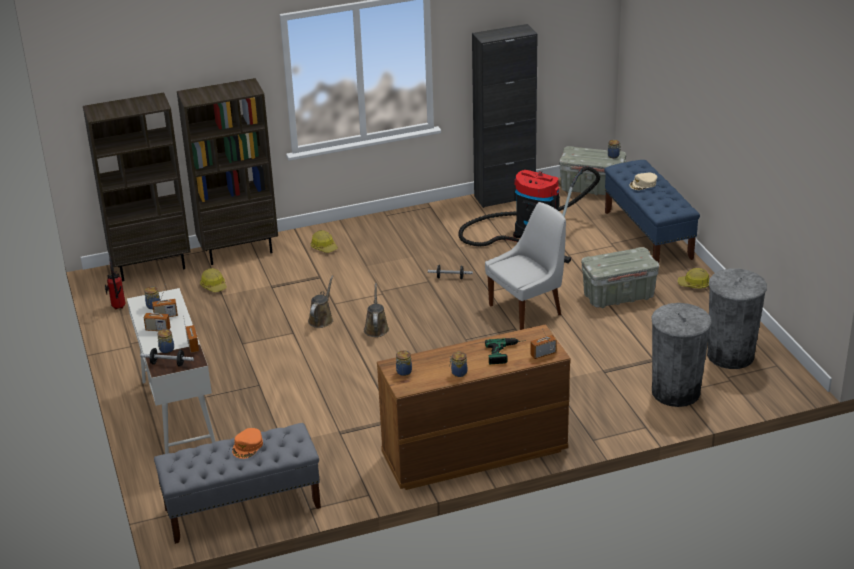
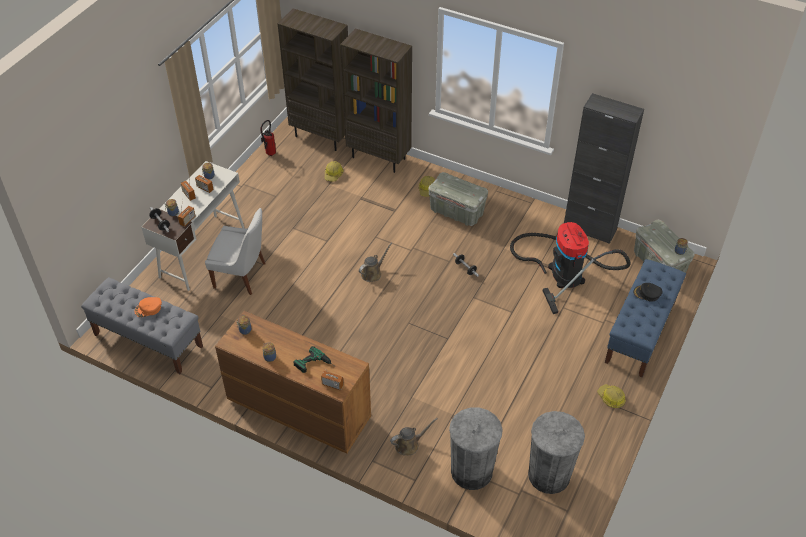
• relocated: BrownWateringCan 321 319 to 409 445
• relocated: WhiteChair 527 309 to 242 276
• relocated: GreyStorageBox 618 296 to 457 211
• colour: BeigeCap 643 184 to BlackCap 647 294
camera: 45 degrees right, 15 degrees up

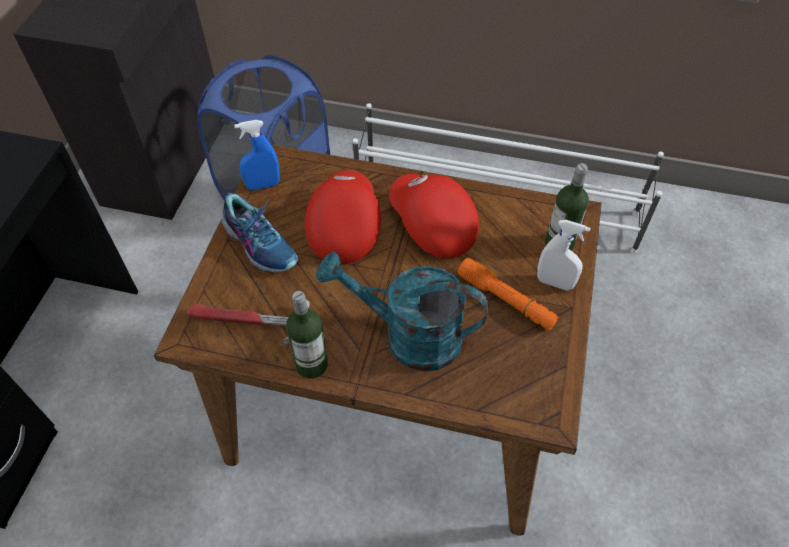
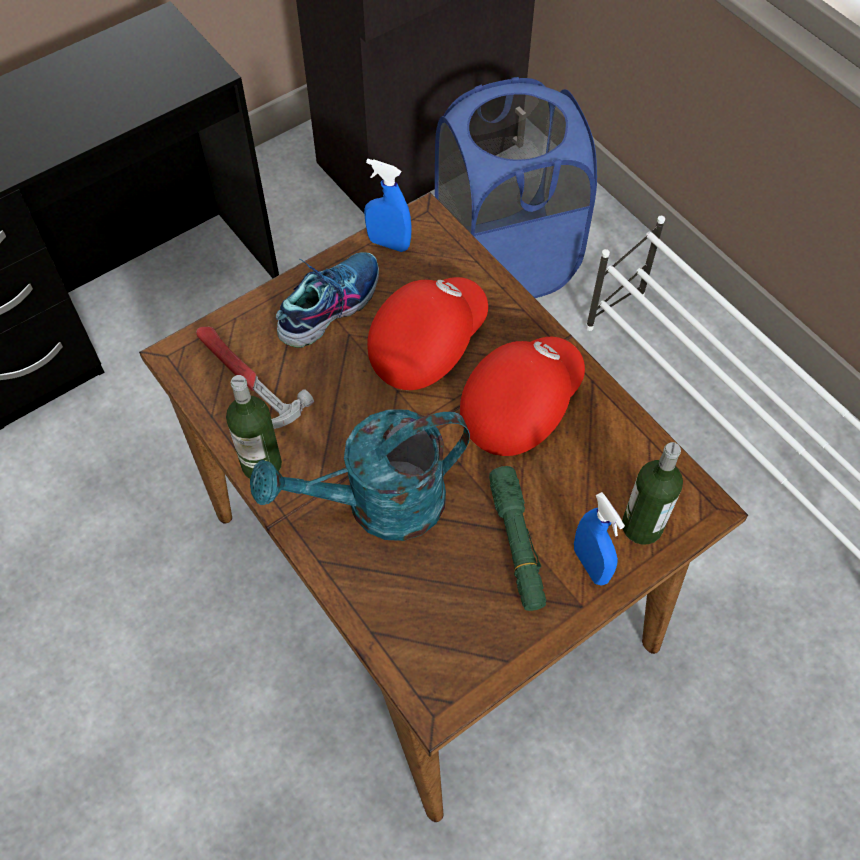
• colour: OrangeFlashlight 506 300 to GreenFlashlight 517 543
• colour: WhiteSprayBottle 554 282 to BlueSprayBottle 590 565
• spun: Shoe 260 243 = 329 305 135 degrees counterclockwise
• spun: TurquoiseWateringCan 408 336 = 378 506 75 degrees counterclockwise
• spun: RedCap 431 225 = 519 405 45 degrees clockwise
camera: 40 degrees right, 5 degrees up

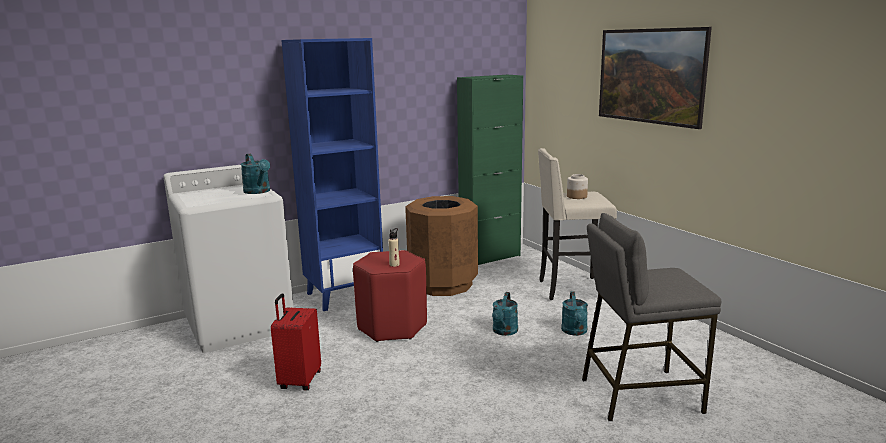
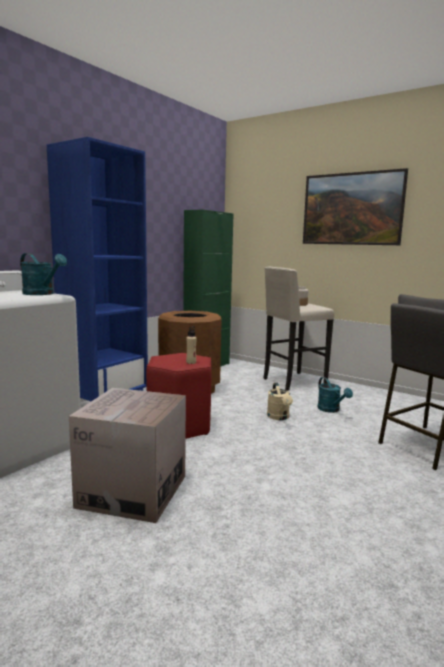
• exchanged: RedSuitcase 299 381 to CardboardBox 132 491
• colour: TurquoiseWateringCan 504 332 to BeigeWateringCan 279 417
camera: 25 degrees left, 5 degrees down

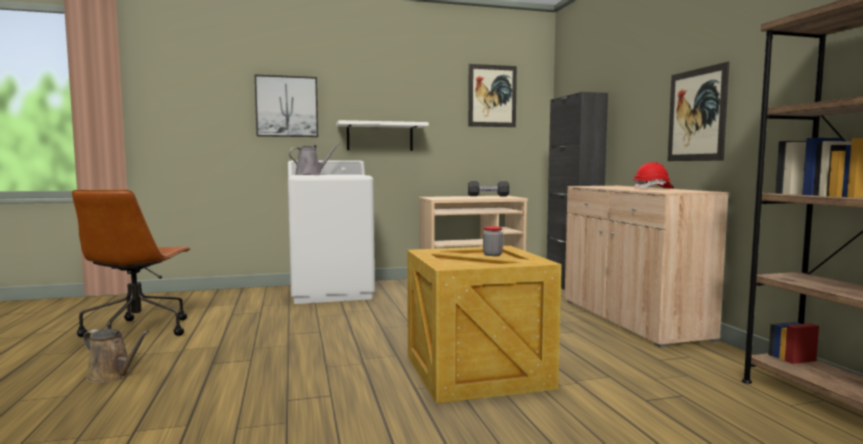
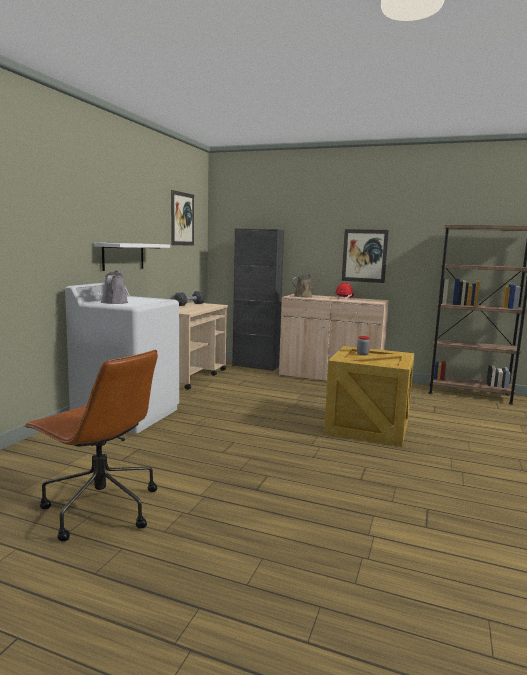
• missing: Picture 287 106
• relocated: BrownWateringCan 113 375 to 304 296
camera: 55 degrees left, 5 degrees up

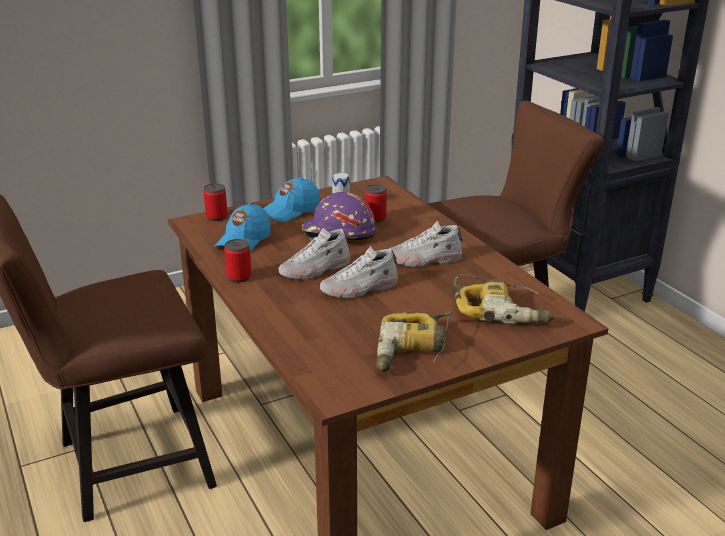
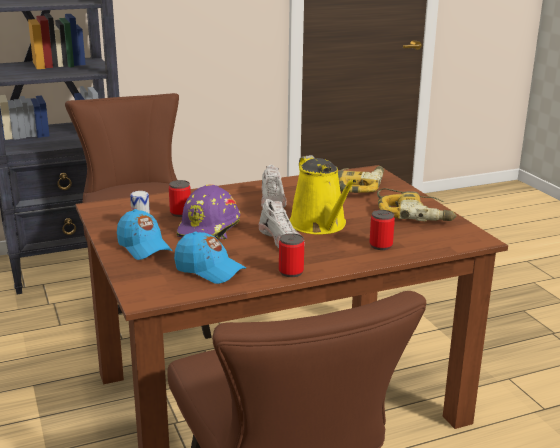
• relocated: Can 216 217 to 380 245
• exchanged: WhiteShoe 359 289 to YellowWateringCan 320 225
camera: 85 degrees left, 5 degrees down

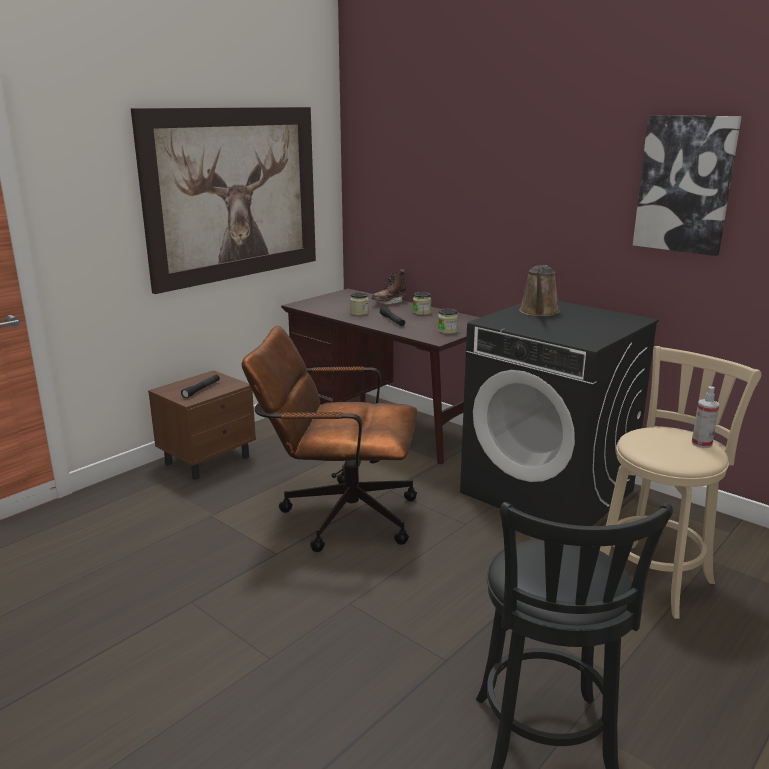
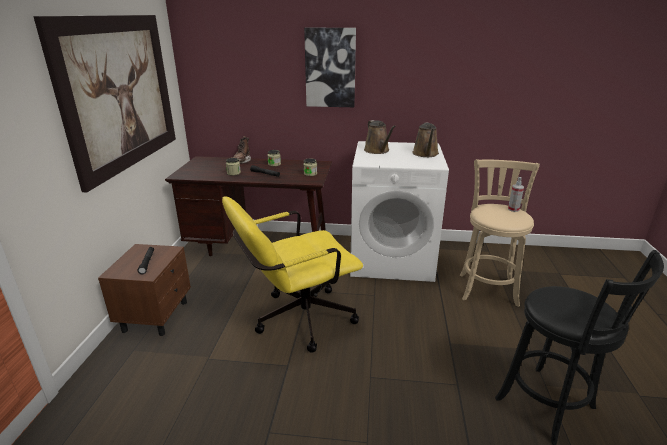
• appeared: BrownWateringCan 425 154
• relocated: Picture 685 184 to 330 68
• colour: BrownOfficeChair 338 515 to YellowOfficeChair 296 320
• colour: BlackWashingMachine 548 491 to WhiteWashingMachine 392 259
camera: 35 degrees left, 5 degrees up

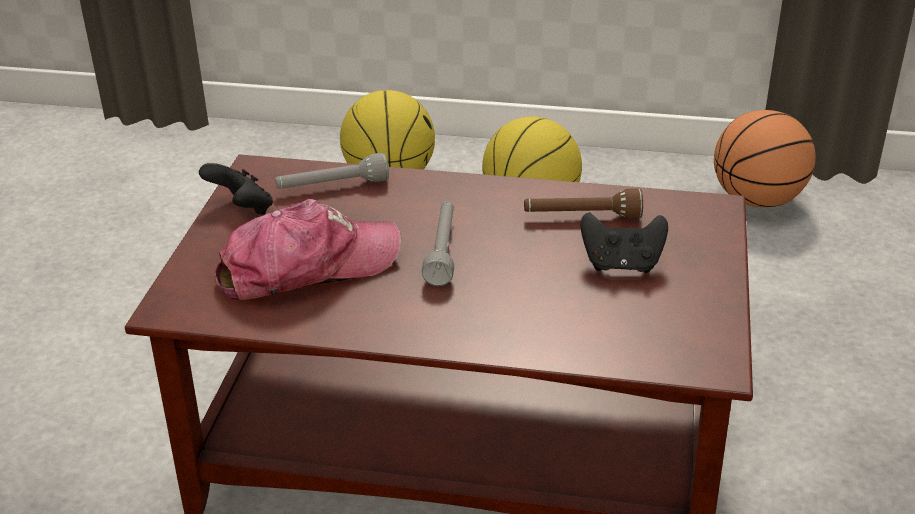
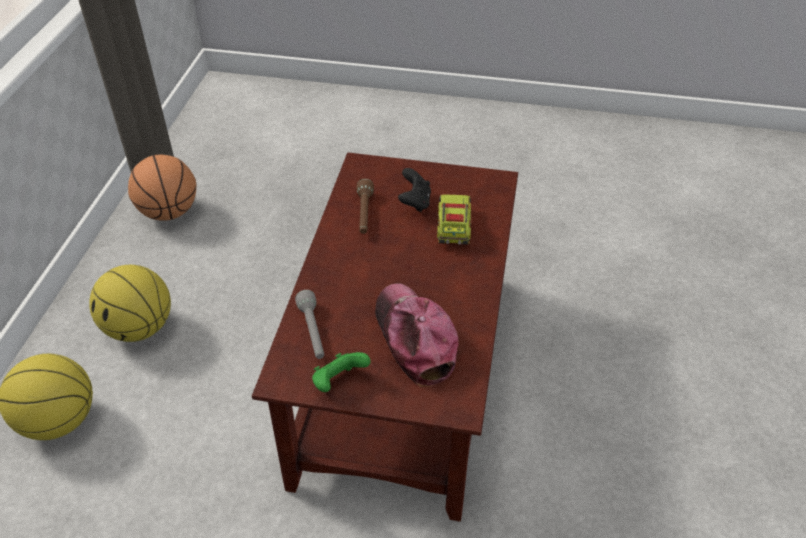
• missing: GreyFlashlight 442 250
• appeared: ToyTruck 453 227
• colour: BlackGameController 242 209 to GreenGameController 339 382
camera: 90 degrees left, 10 degrees up

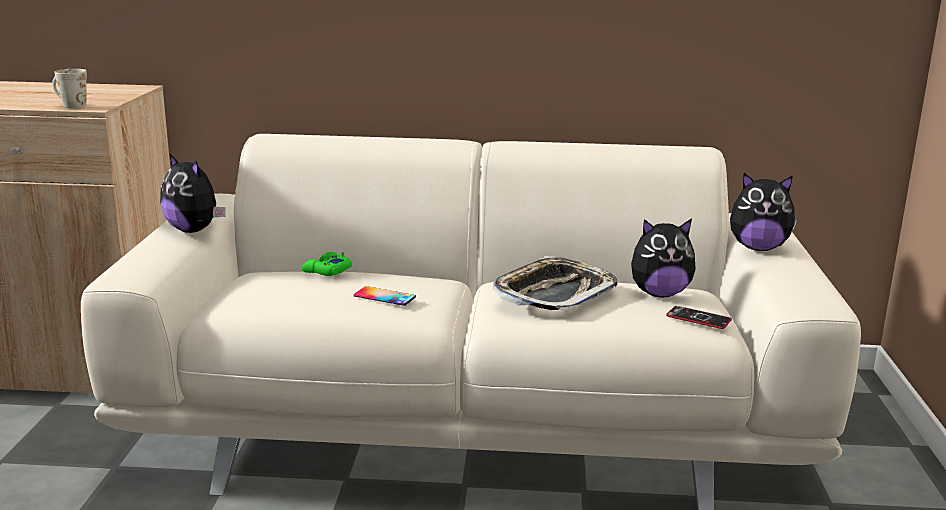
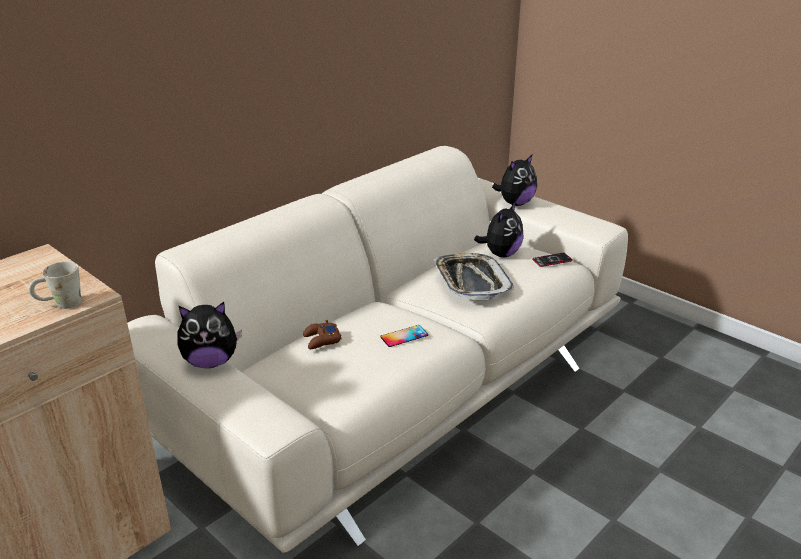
• colour: GreenGameController 326 271 to BrownGameController 321 340
camera: 50 degrees left, 10 degrees up

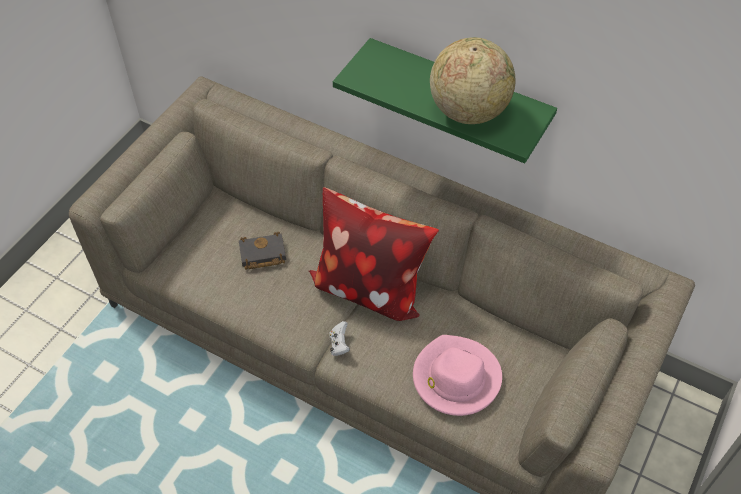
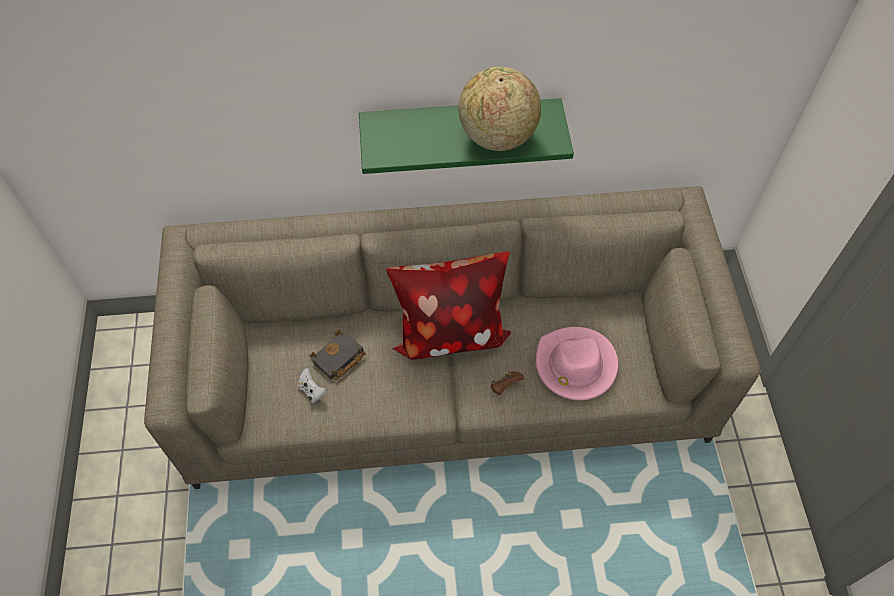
• appeared: BrownGameController 505 386
• relocated: WhiteGameController 339 345 to 312 390
camera: 35 degrees left, 5 degrees up

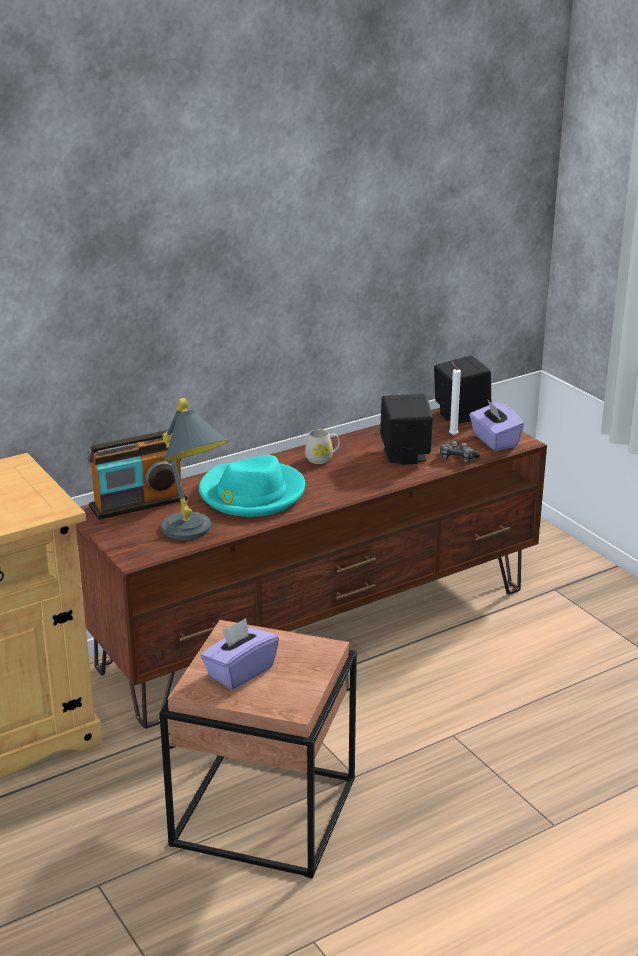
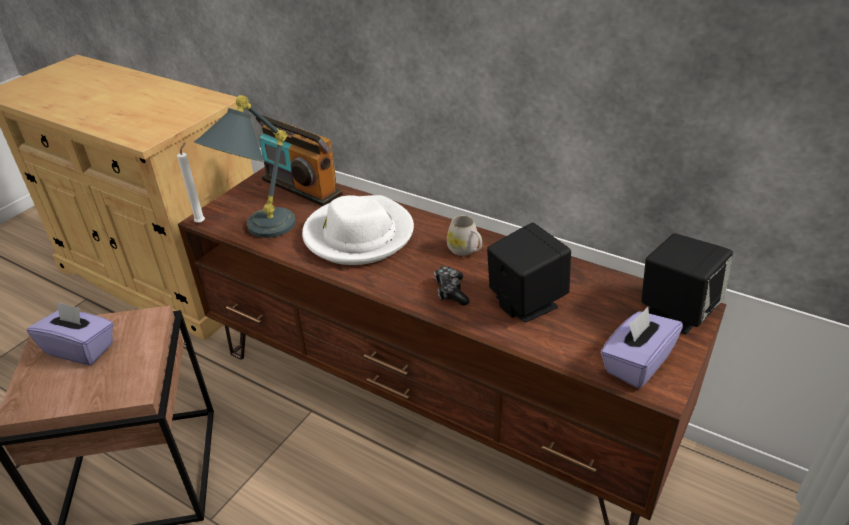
• relocated: GameController 457 458 to 451 291
• relocated: WhiteCandle 452 434 to 201 222
• colour: TurquoiseHat 251 493 to WhiteHat 358 234
camera: 65 degrees right, 10 degrees up

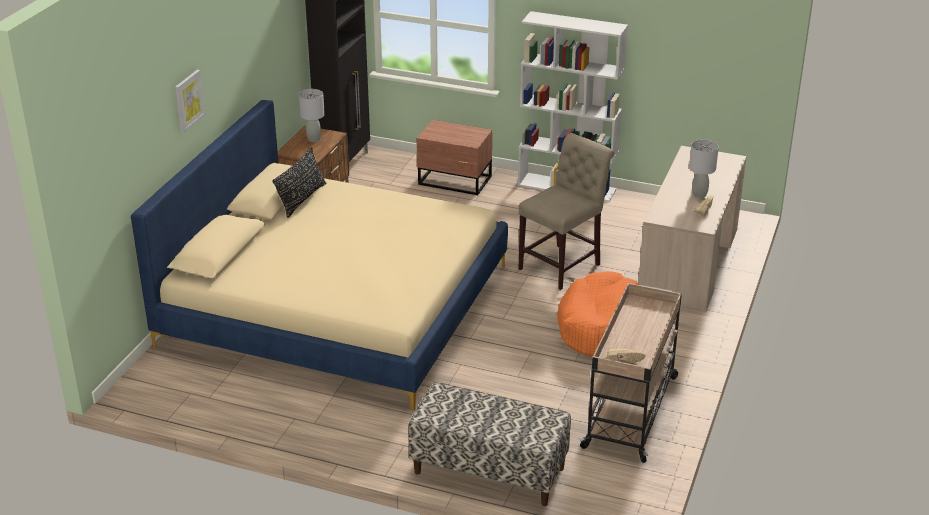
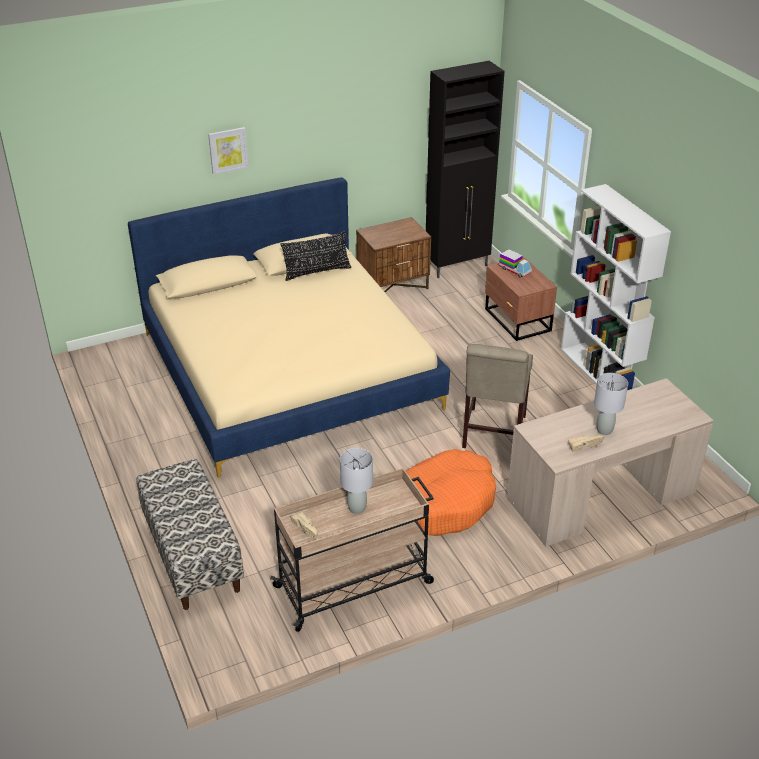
• appeared: ToyTruck 514 270
• relocated: GreyTableLamp 313 139 to 356 508
• spun: BeigeChair 563 265 = 492 434 105 degrees clockwise
camera: 45 degrees right, 5 degrees up

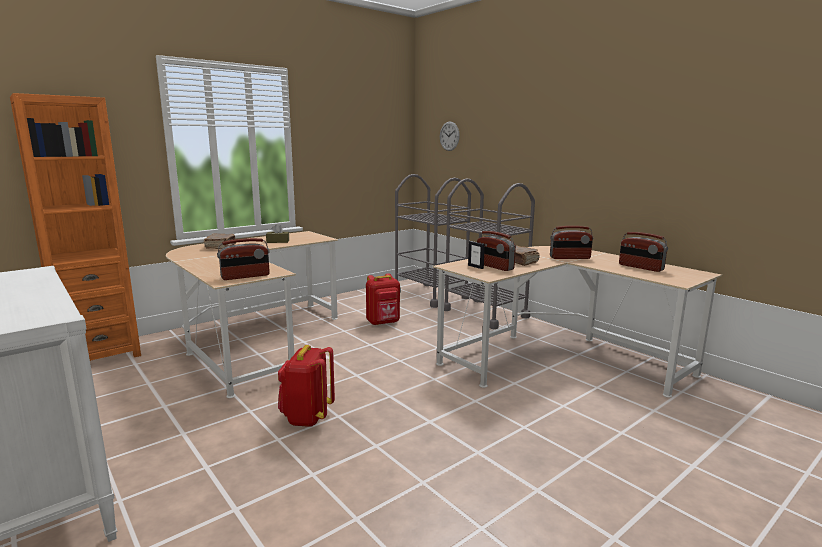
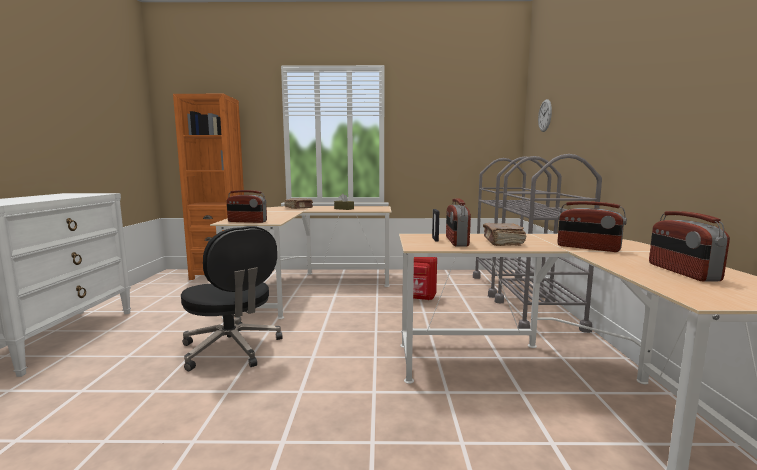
• exchanged: RedBackpack 307 417 to BlackOfficeChair 232 349
camera: 40 degrees right, 5 degrees down

